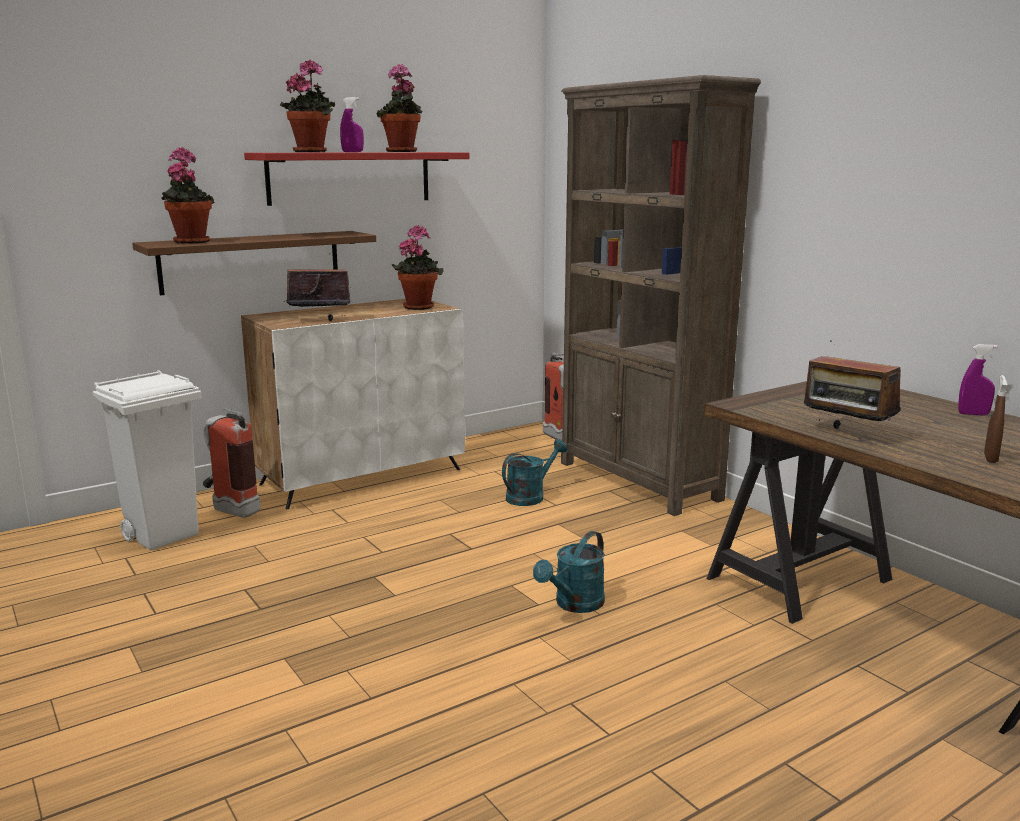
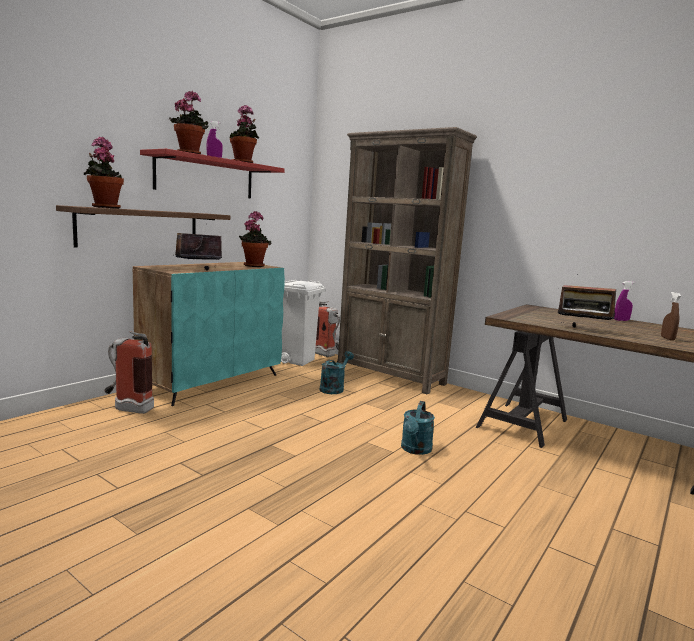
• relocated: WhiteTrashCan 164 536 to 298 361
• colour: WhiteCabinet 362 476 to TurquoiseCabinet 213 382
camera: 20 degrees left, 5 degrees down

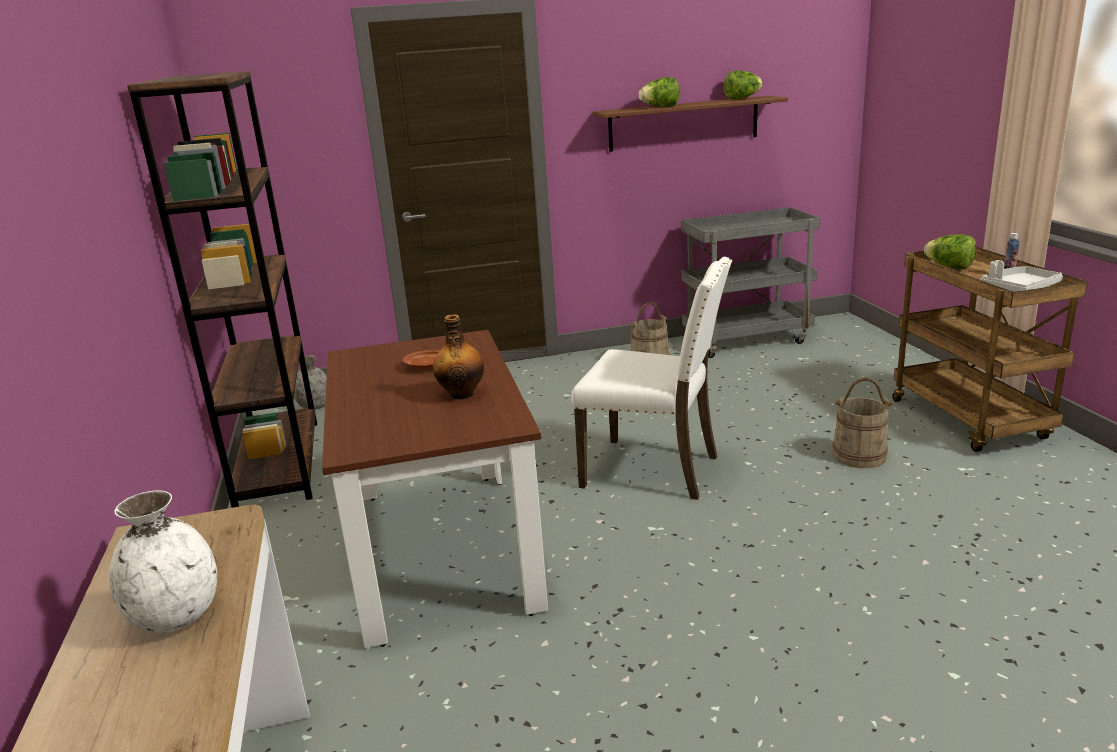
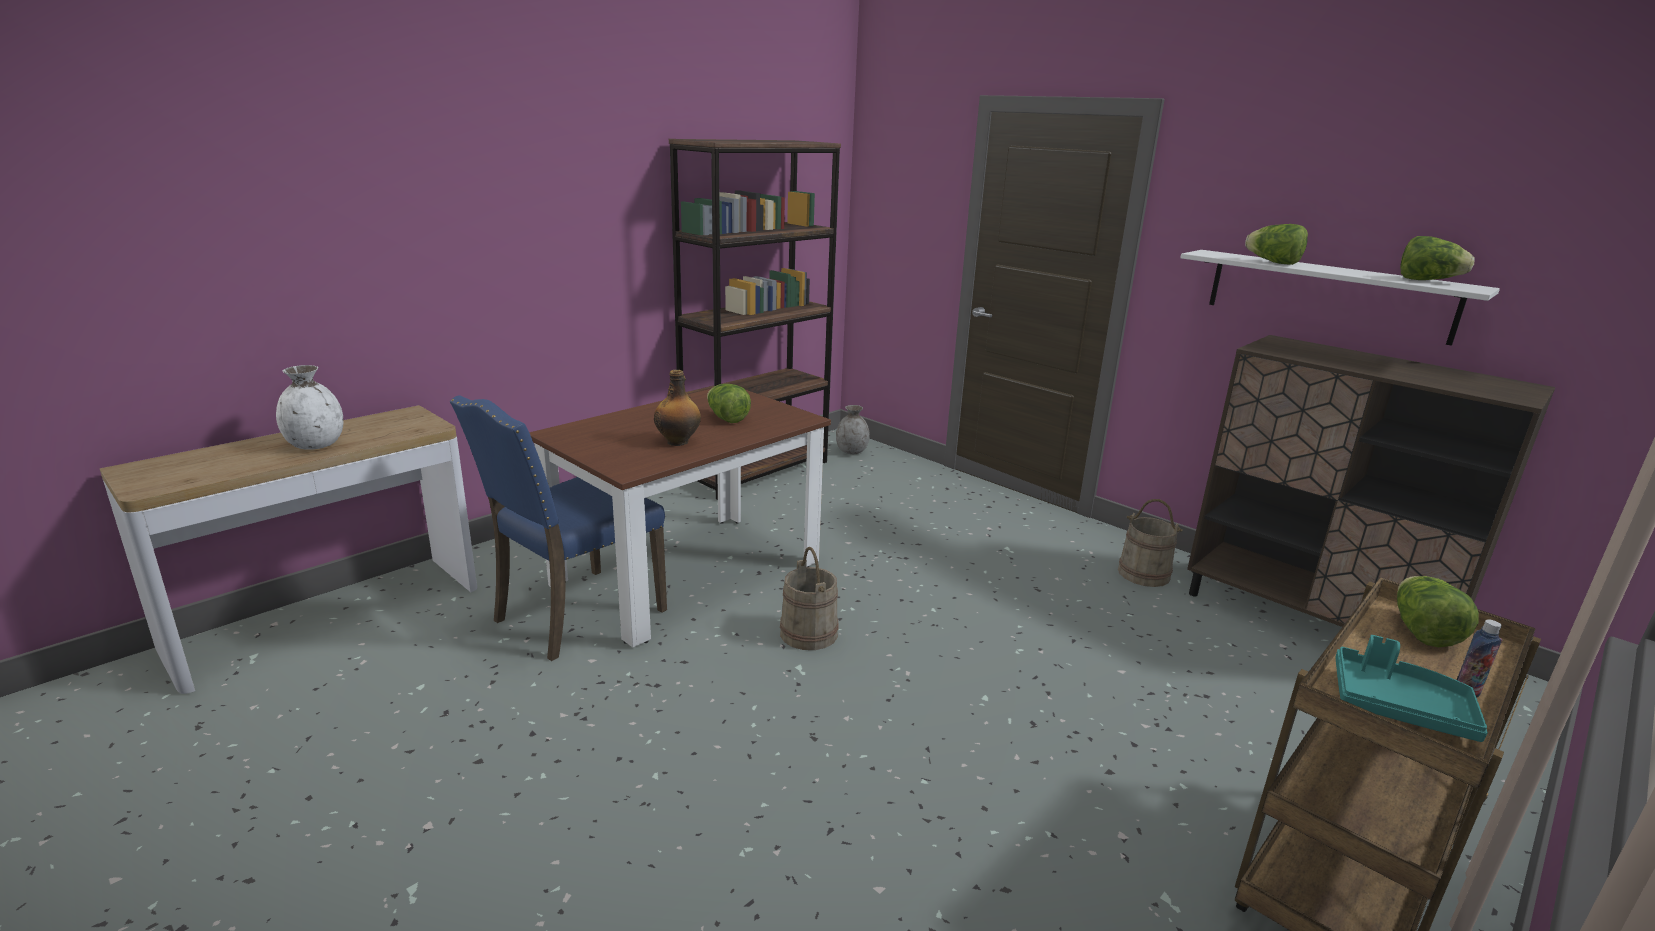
• missing: WhiteChair 654 470
• appeared: BlueChair 575 615
• relocated: BeigeBucket 859 455 to 809 633
• exchanged: BrownPlate 427 366 to Lettuce 726 418
• exchanged: GreyCart 746 340 to BrownCabinet 1312 622
• colour: BrownShelf 683 123 to WhiteShelf 1328 295
• colour: GreyTray 1019 289 to TurquoiseTray 1398 706
camera: 55 degrees right, 0 degrees up

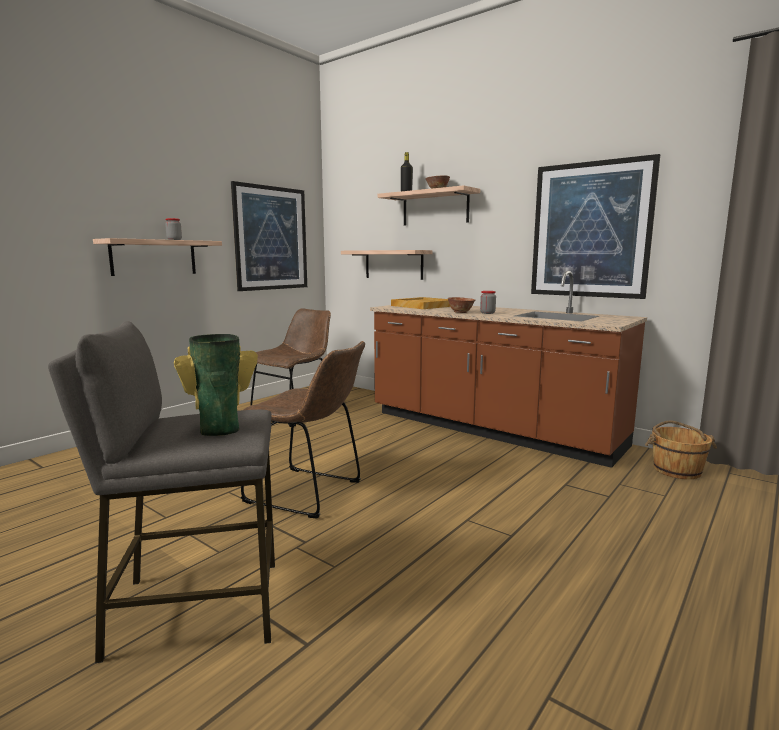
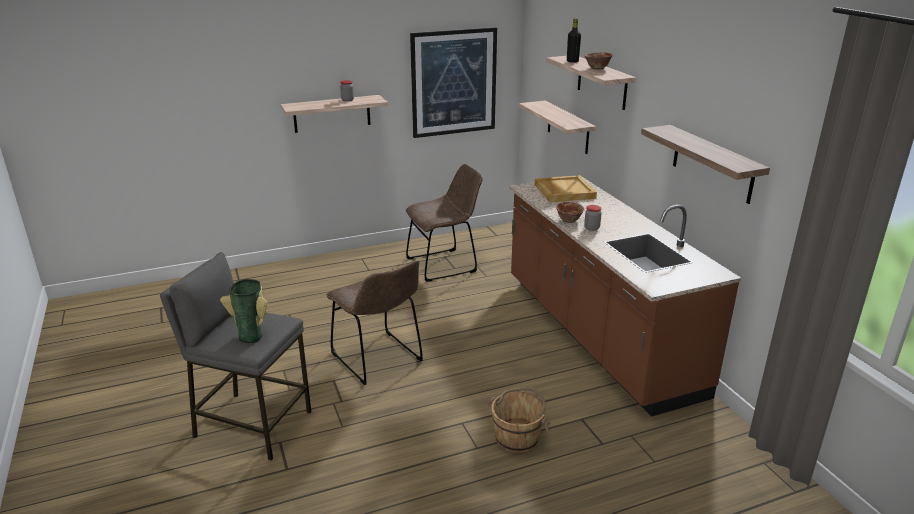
• relocated: BrownBucket 676 470 to 517 437
• exchanged: Picture 590 230 to Shelf 712 164
camera: 30 degrees right, 15 degrees up

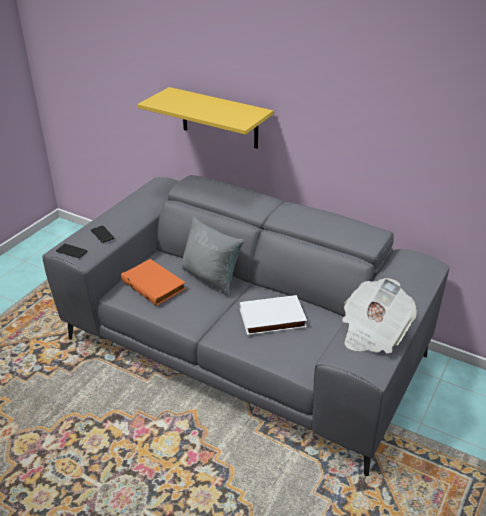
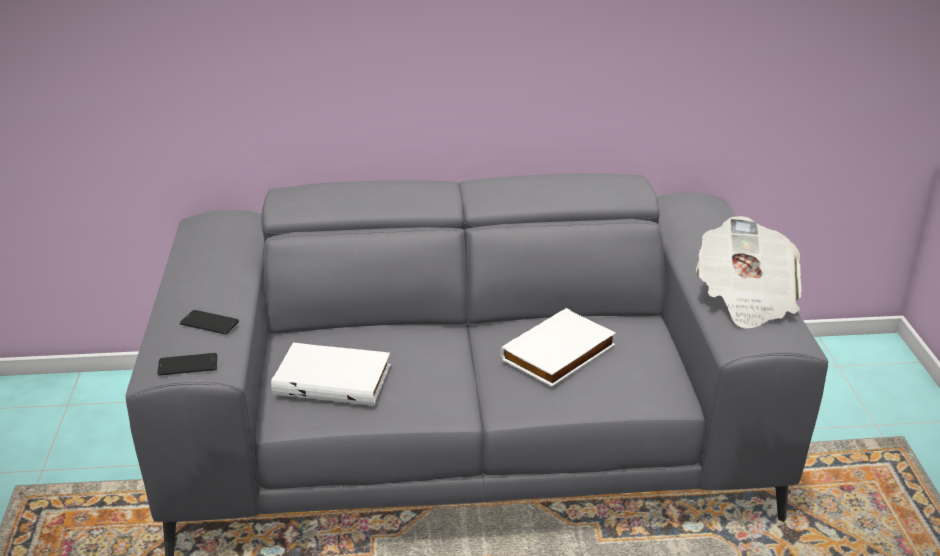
• missing: YellowShelf 219 118
• missing: GreyPillow 211 277
• colour: OrangeBook 155 284 to WhiteBook 334 378
camera: 35 degrees left, 5 degrees down

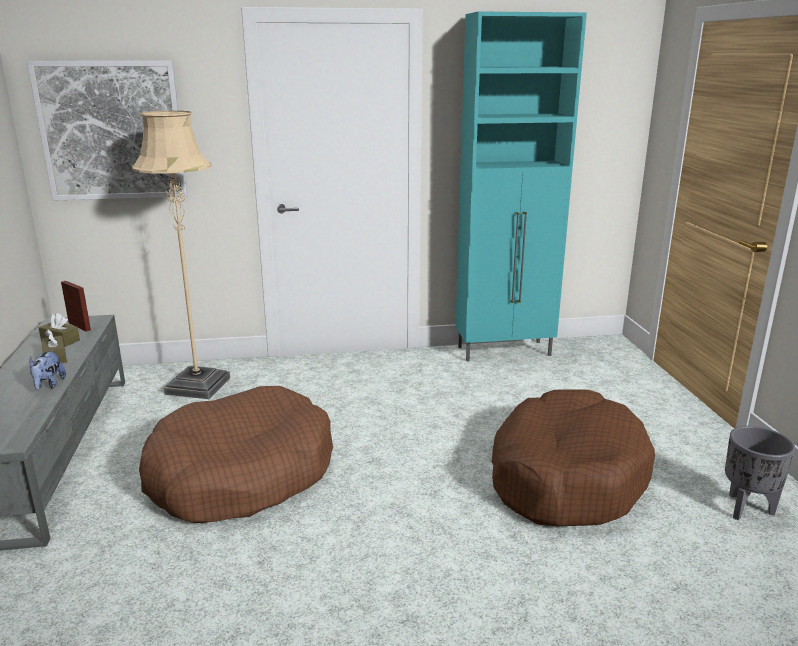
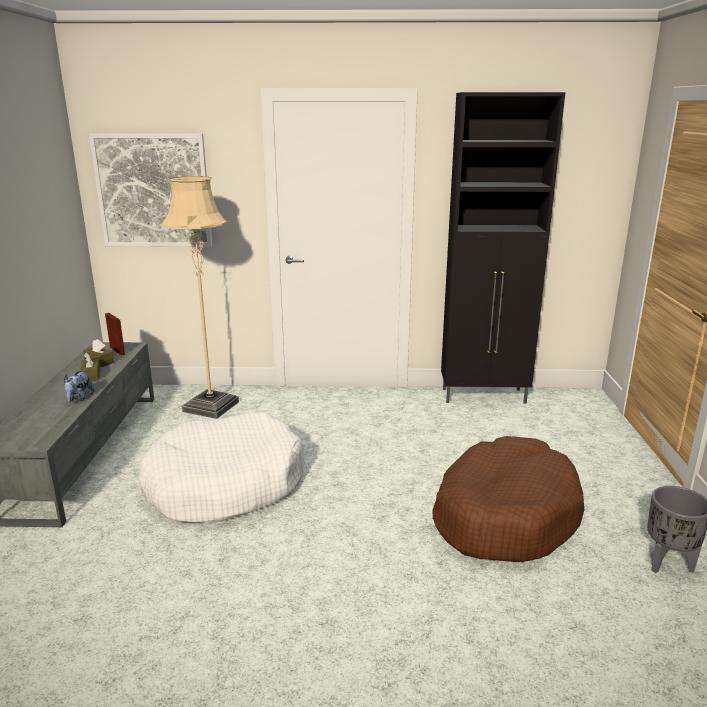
• colour: BrownDogBed 241 474 to WhiteDogBed 225 485
• colour: TurquoiseCabinet 505 351 to BlackCabinet 485 396
camera: 10 degrees right, 0 degrees up

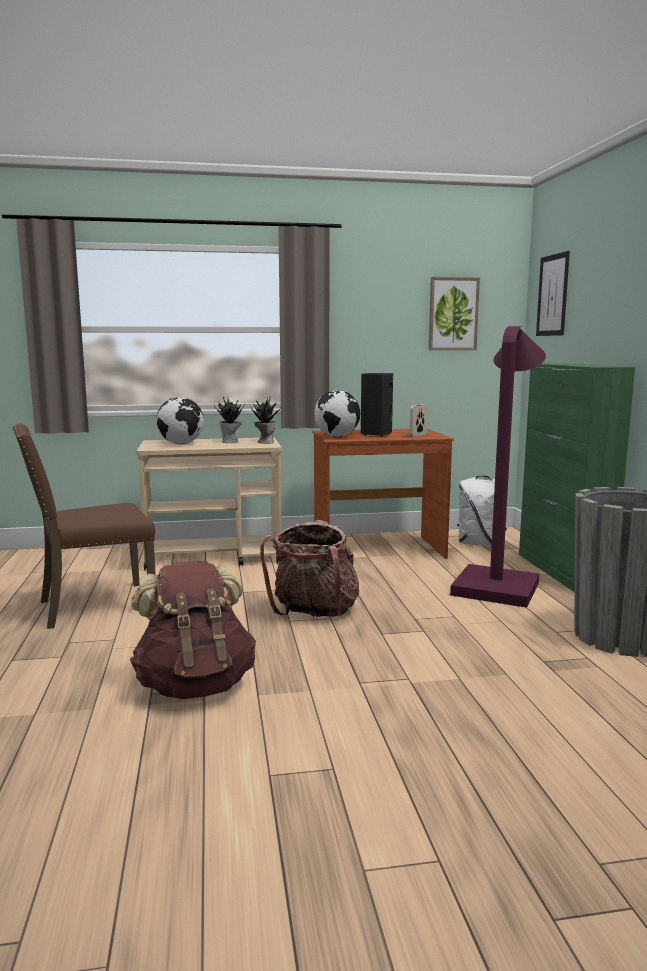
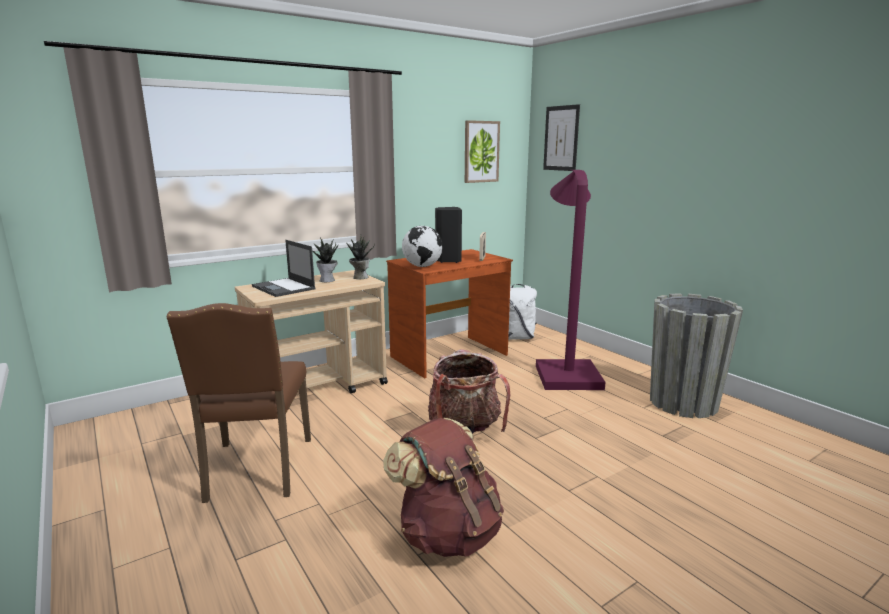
• missing: GreenCabinet 562 571
• exchanged: Globe 181 444 to Laptop 284 288
• spun: BrownChair 94 606 = 257 470 45 degrees counterclockwise
camera: 25 degrees left, 5 degrees up

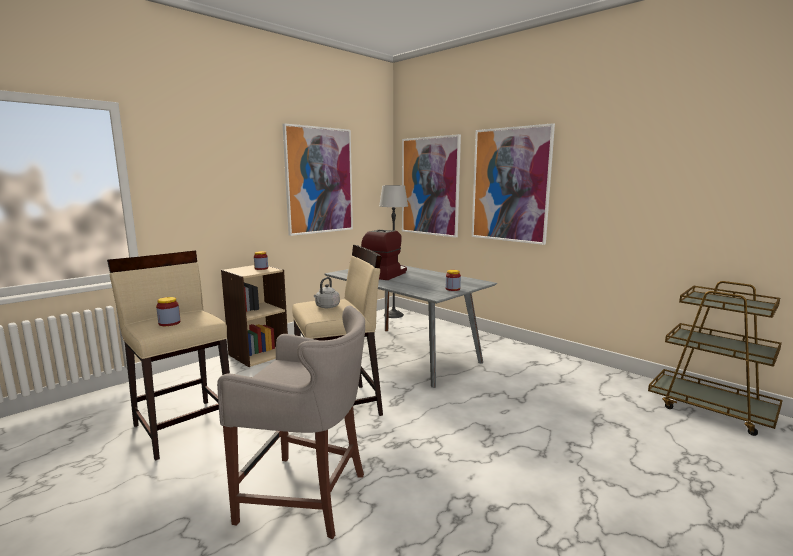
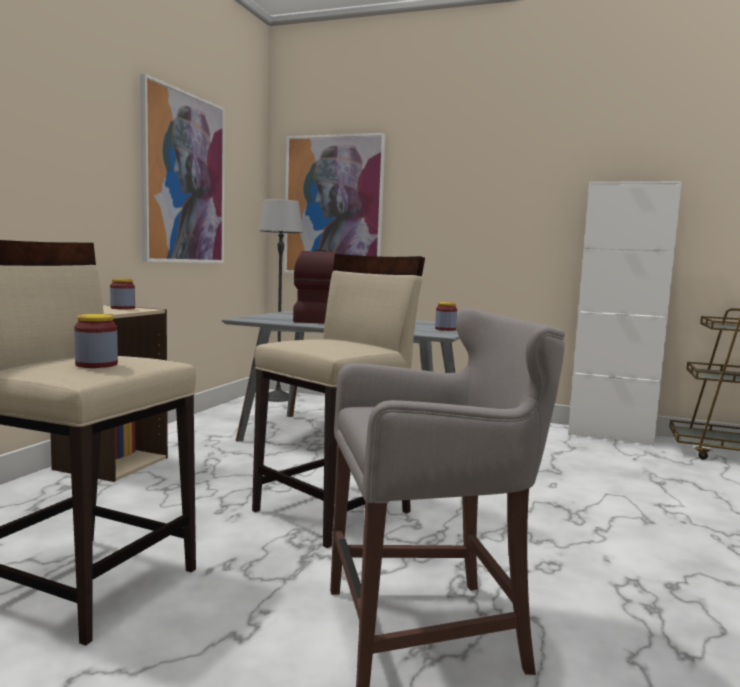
• missing: GreyKettle 326 307
• missing: Picture 510 185
• appeared: WhiteCabinet 609 435
camera: 25 degrees left, 5 degrees down

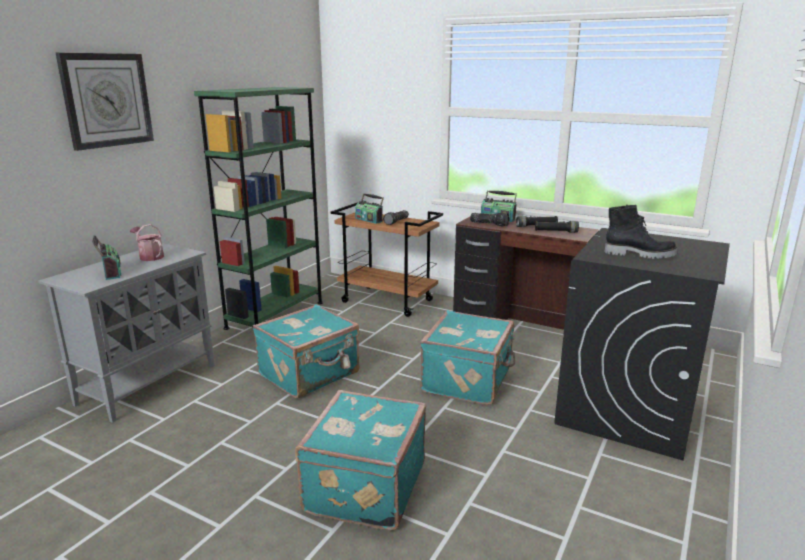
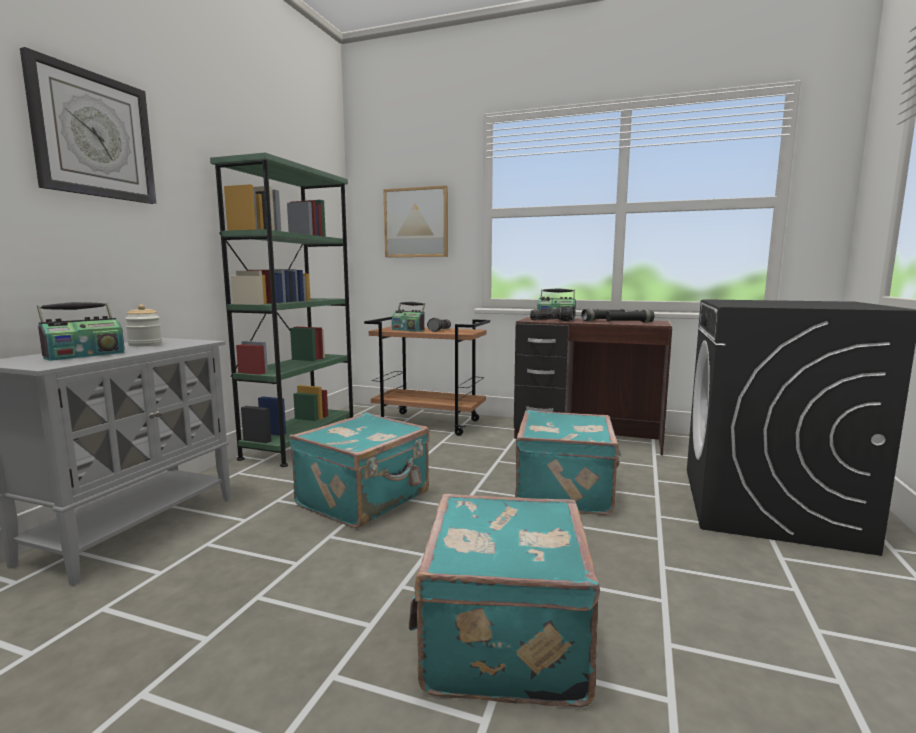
• missing: BlackBoot 639 254
• appeared: Picture 416 223
• exchanged: WateringCan 150 256 to Jar 145 344
• spun: Radio 110 272 = 84 355 75 degrees clockwise
camera: 10 degrees left, 10 degrees down

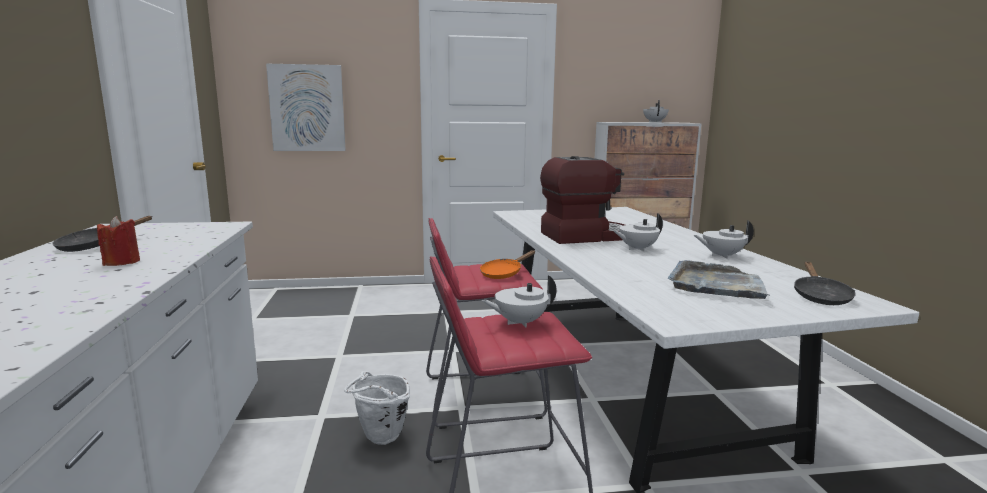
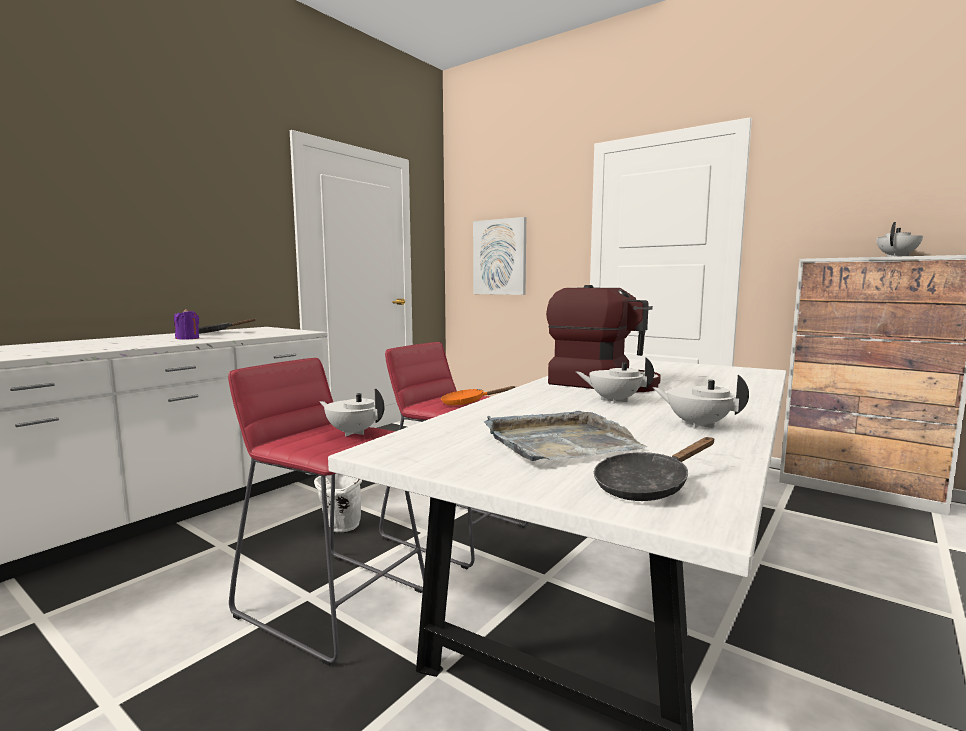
• colour: RedCandle 121 262 to PurpleCandle 187 339
camera: 45 degrees right, 5 degrees down

